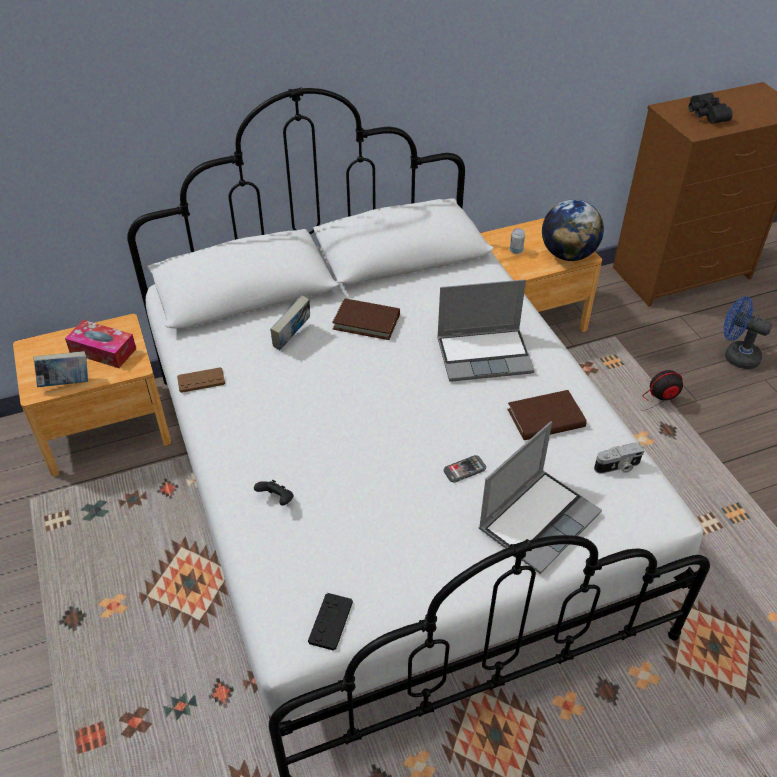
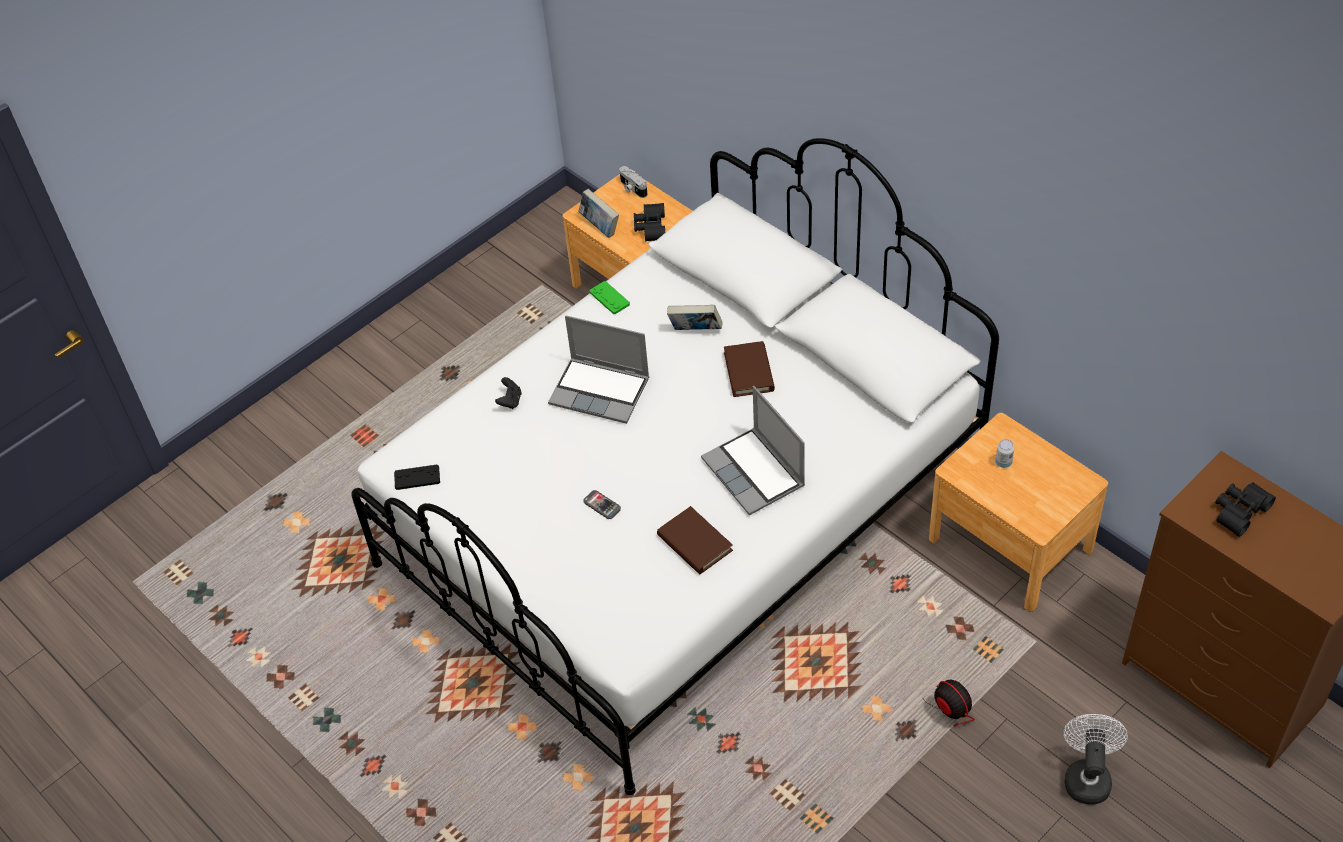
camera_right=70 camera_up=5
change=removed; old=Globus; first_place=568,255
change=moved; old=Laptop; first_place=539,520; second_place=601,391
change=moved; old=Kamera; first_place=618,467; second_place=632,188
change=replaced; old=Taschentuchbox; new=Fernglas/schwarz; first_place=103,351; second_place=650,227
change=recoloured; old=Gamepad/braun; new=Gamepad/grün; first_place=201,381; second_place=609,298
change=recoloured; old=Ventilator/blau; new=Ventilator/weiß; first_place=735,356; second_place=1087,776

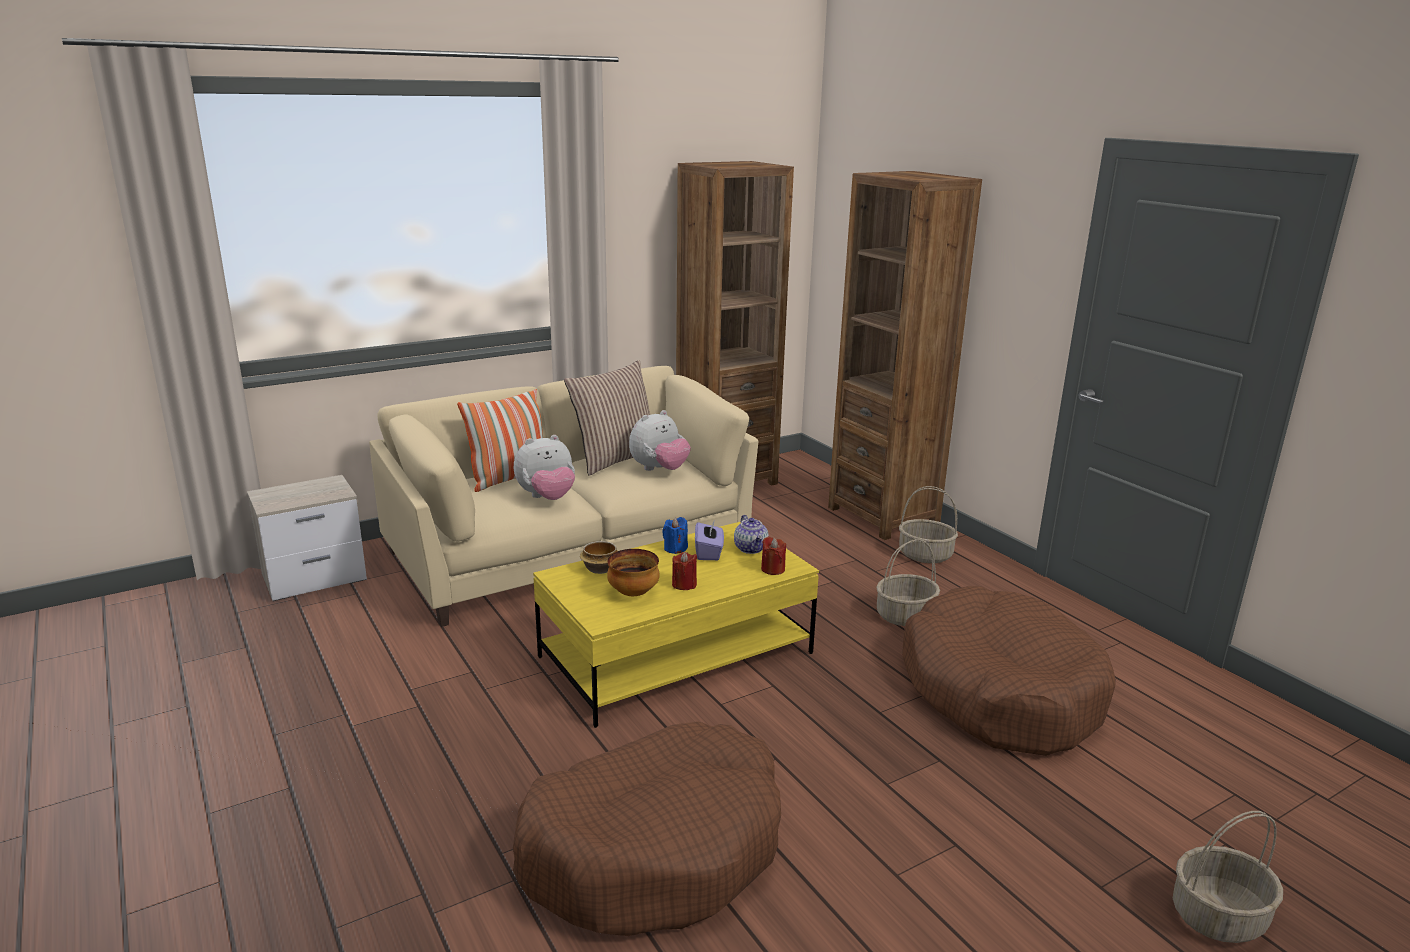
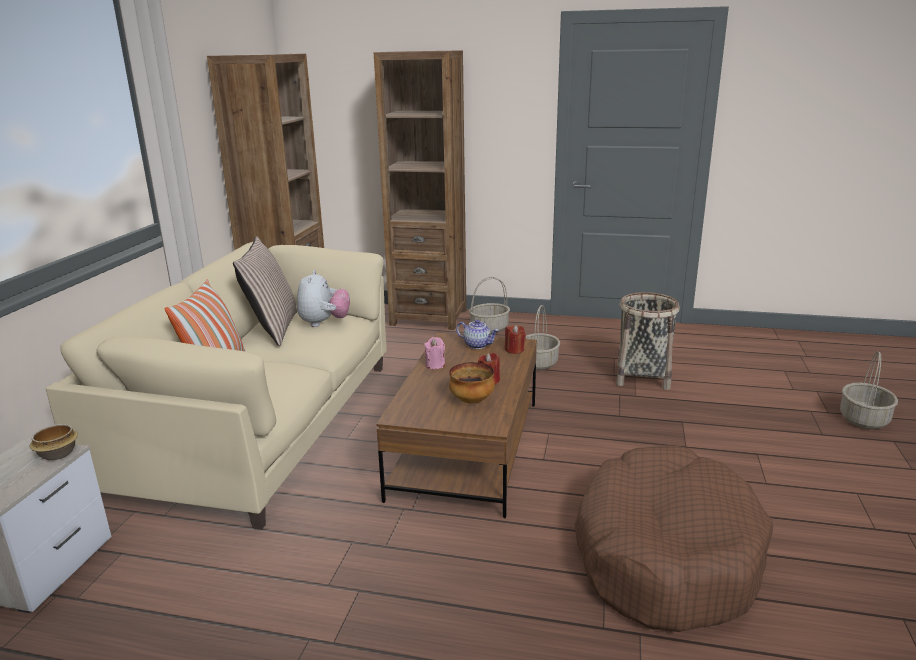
camera_right=-45 camera_up=0
change=removed; old=Plüschtier; first_place=547,498
change=removed; old=Taschentuchbox/lila; first_place=709,552
change=moved; old=Schüssel; first_place=599,569; second_place=57,454
change=replaced; old=Hundebett/braun; new=Korb; first_place=1000,691; second_place=643,376
change=recoloured; old=Couchtisch/gelb; new=Couchtisch/braun; first_place=676,655; second_place=466,448
change=recoloured; old=Kerze/blau; new=Kerze/rosa; first_place=675,548; second_place=435,365

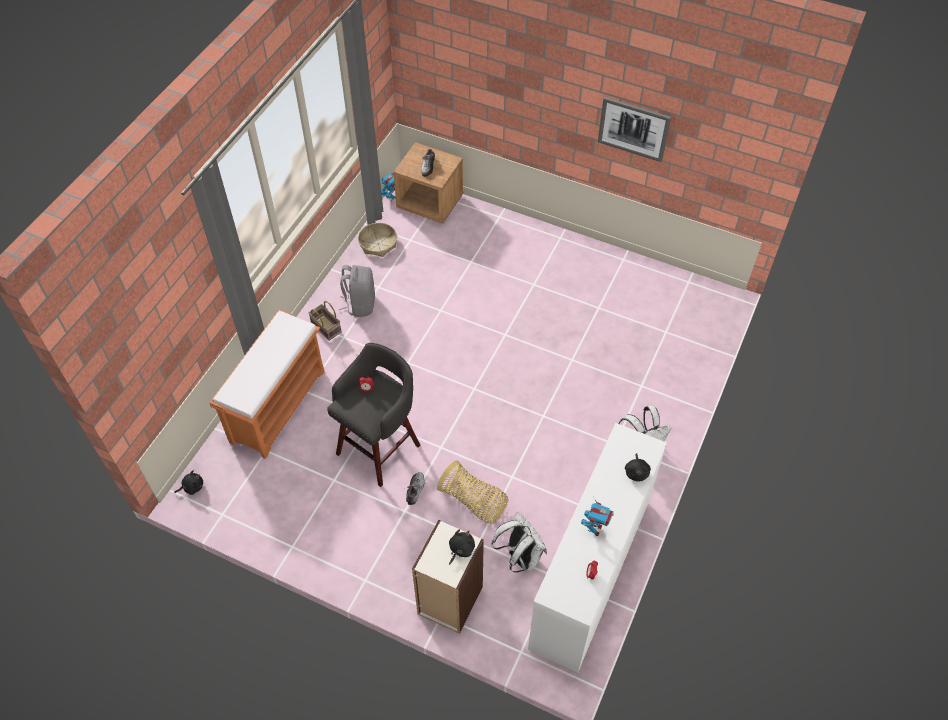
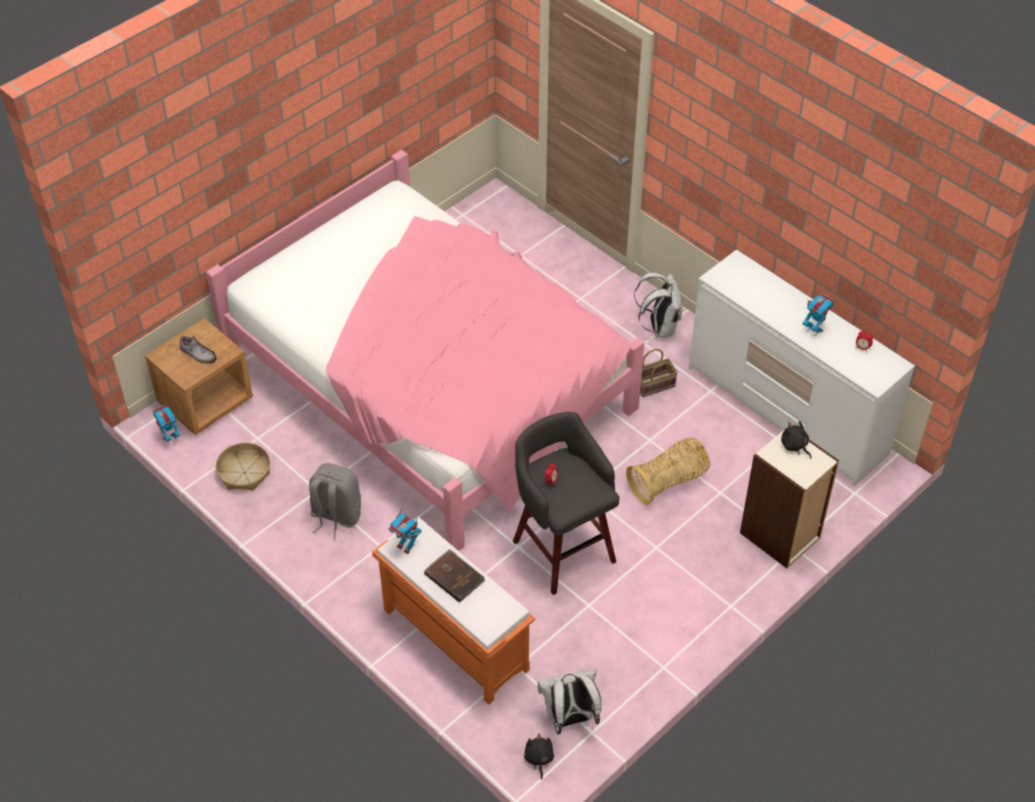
camera_right=-70 camera_up=-5
change=removed; old=Schuh; first_place=415,489
change=removed; old=Bild; first_place=633,128
change=removed; old=Plüschtier/schwarz; first_place=636,472
change=added; new=Bett/rosa; second_place=431,384
change=added; new=Spielzeugroboter; second_place=406,546
change=added; new=Buch/braun; second_place=454,576
change=moved; old=Korb; first_place=325,328; second_place=654,386
change=moved; old=Rucksack/weiß; first_place=520,556; second_place=570,718

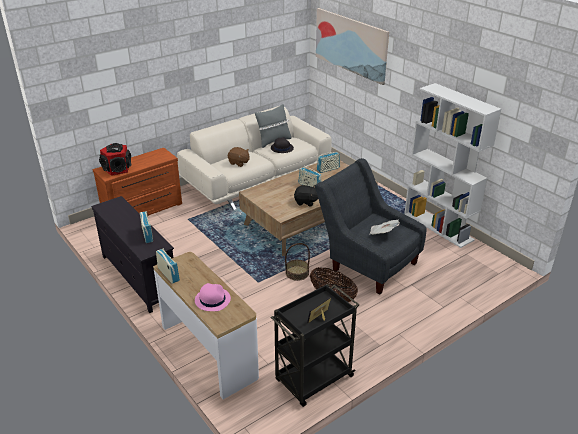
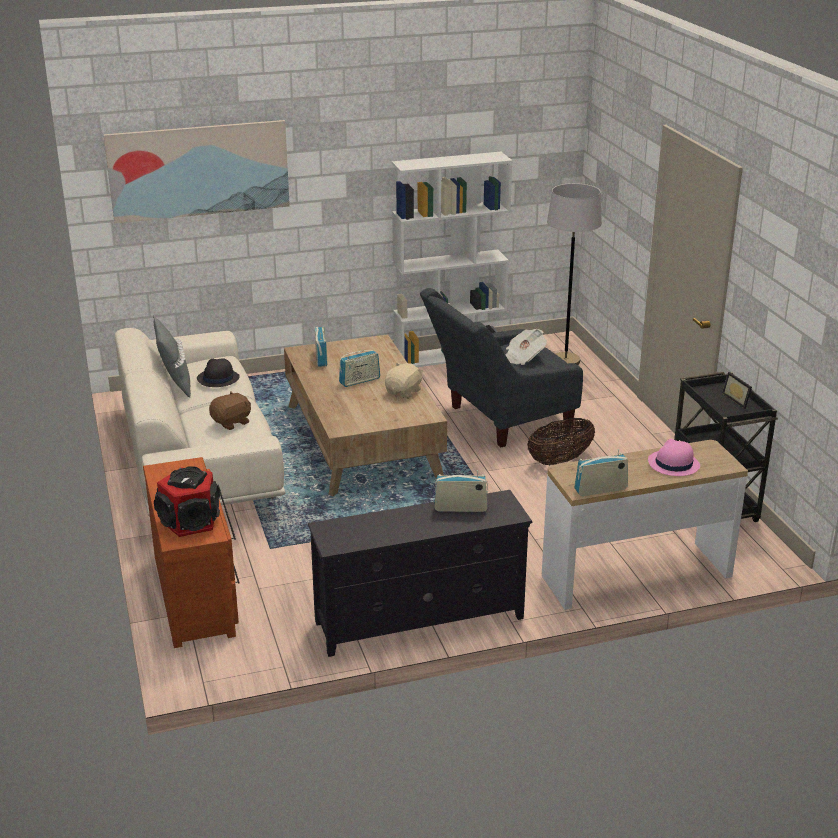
camera_right=-70 camera_up=-5
change=removed; old=Korb; first_place=297,273
change=added; new=Stehlampe/grau; second_place=565,361
change=recoloured; old=Plüschtier/schwarz; new=Plüschtier/beige; first_place=306,202; second_place=404,392

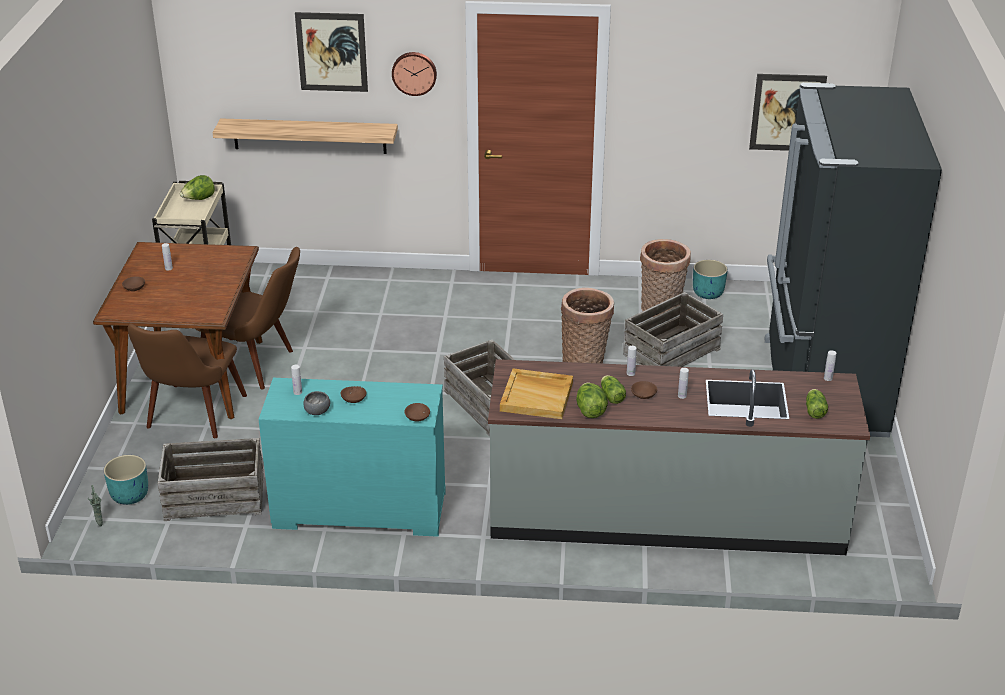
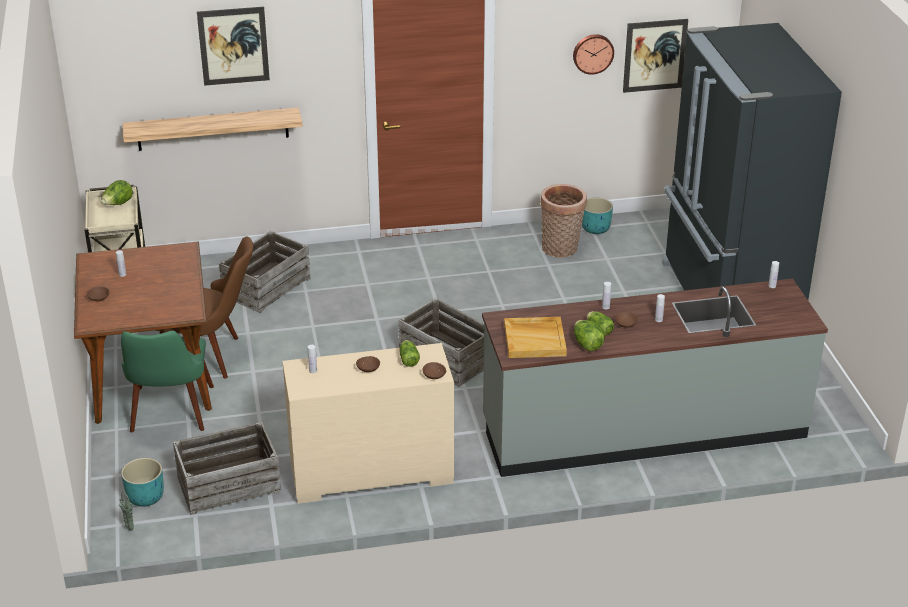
camera_right=-15 camera_up=0
change=removed; old=Schüssel/grau; first_place=318,411
change=removed; old=Korb; first_place=585,361
change=moved; old=Wanduhr; first_place=414,73; second_place=593,53
change=moved; old=Kiste; first_place=671,351; second_place=266,286
change=moved; old=Salatkopf; first_place=814,410; second_place=408,359
change=recoloured; old=Stuhl/braun; new=Stuhl/grün; first_place=191,419; second_place=170,416
change=recoloured; old=Kommode/türkis; new=Kommode/beige; first_place=359,511; second_place=371,474

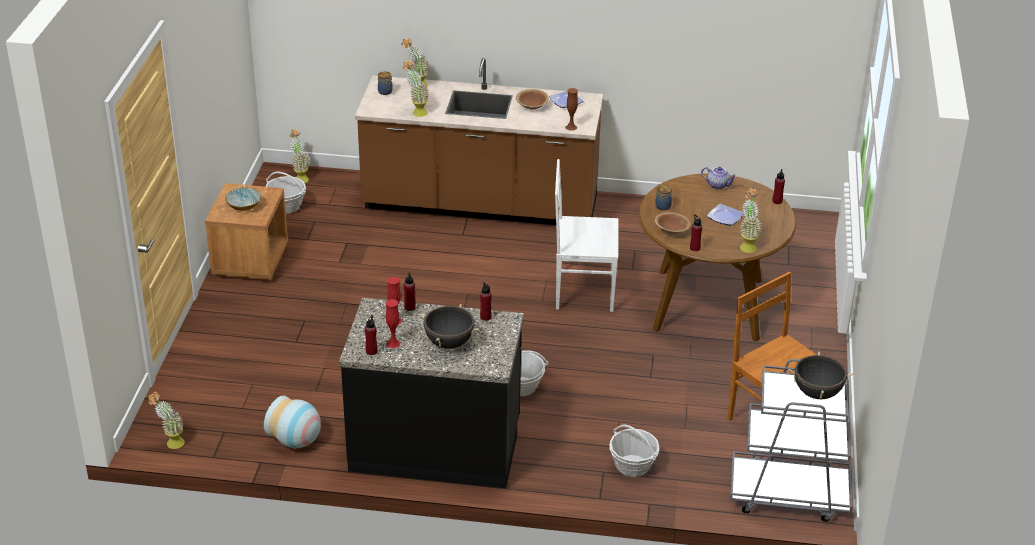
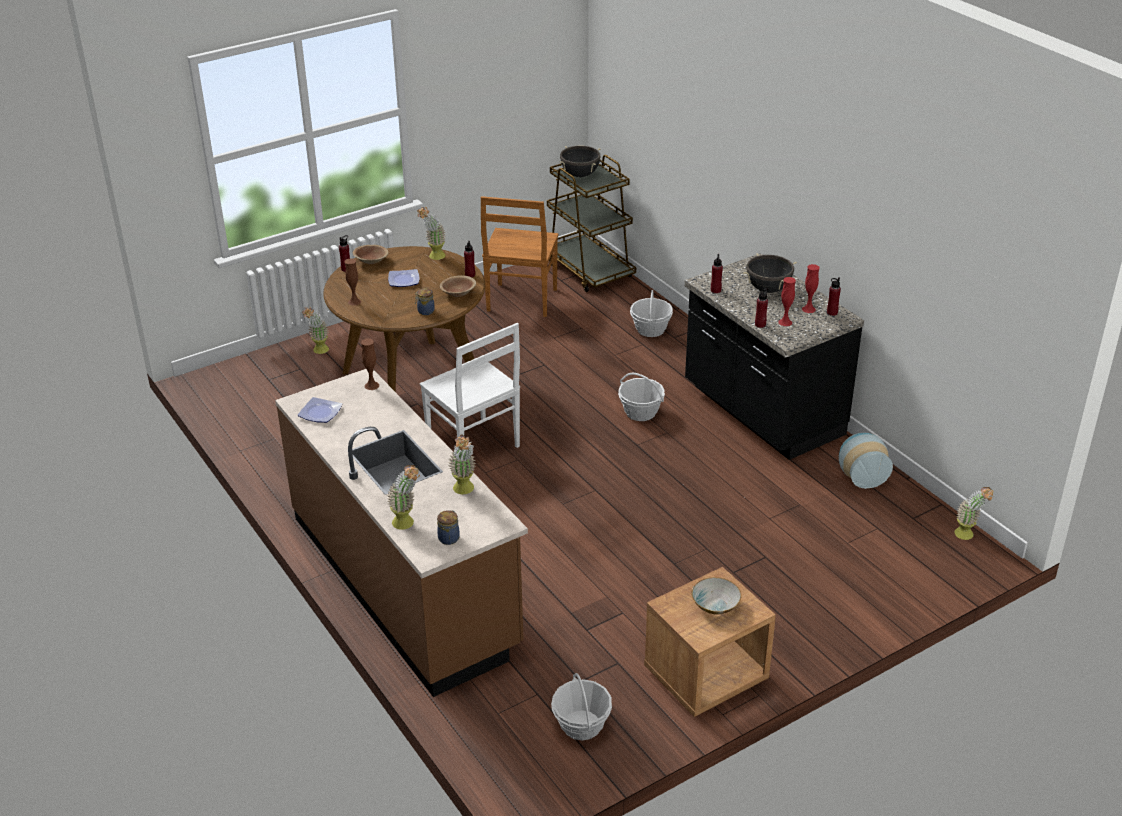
camera_right=-130 camera_up=0
change=moved; old=Topfpflanze; first_place=300,178; second_place=319,352
change=moved; old=Schüssel/braun; first_place=532,106; second_place=371,261
change=replaced; old=Teekanne; new=Vase/braun; first_place=718,185; second_place=354,302
change=recoloured; old=Rollwagen/grau; new=Rollwagen/braun; first_place=788,494; second_place=589,270

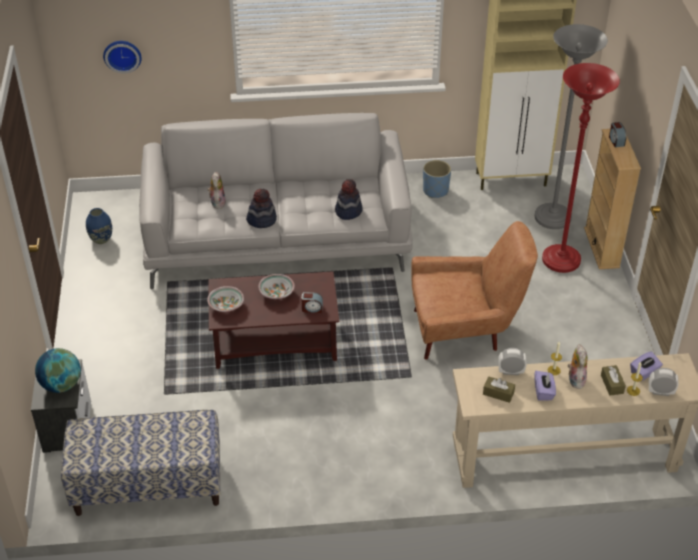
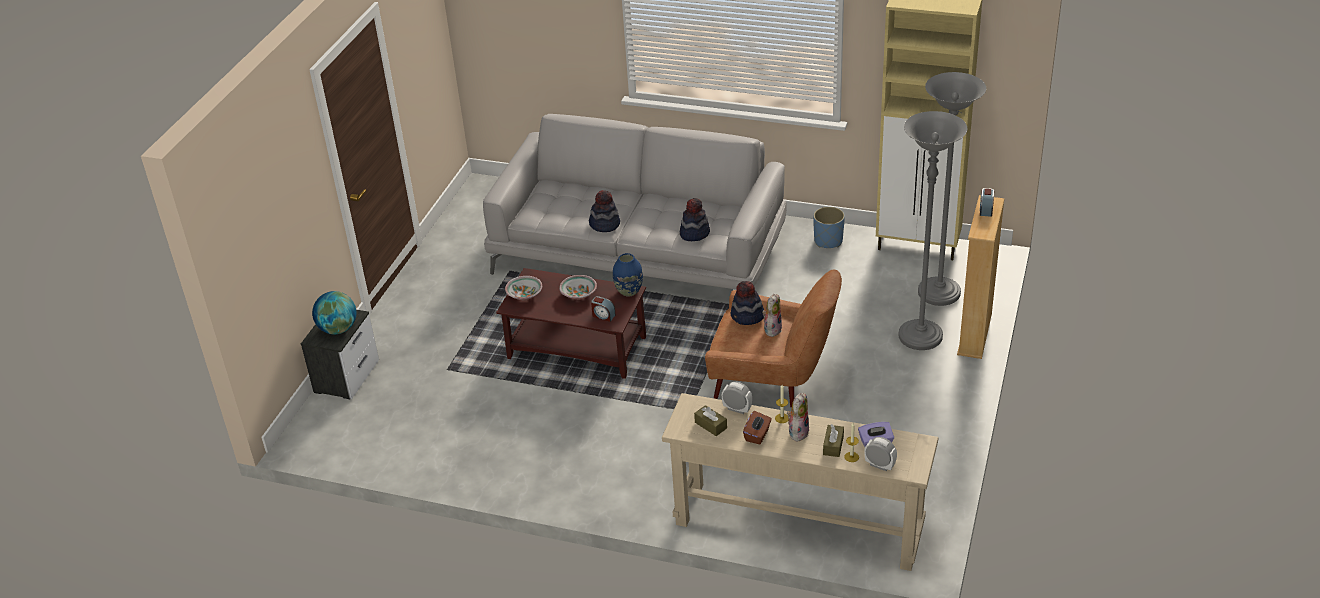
camera_right=25 camera_up=-5
change=removed; old=Bank; first_place=148,486
change=removed; old=Wanduhr; first_place=122,55
change=added; new=Hut; second_place=747,316
change=moved; old=Vase/blau; first_place=101,239; second_place=628,291
change=moved; old=Plüschtier; first_place=217,202; second_place=772,329
change=recoloured; old=Taschentuchbox/lila; new=Taschentuchbox/braun; first_place=543,392; second_place=757,435
change=recoloured; old=Stehlampe/rot; new=Stehlampe/grau; first_place=561,260; second_place=920,337

